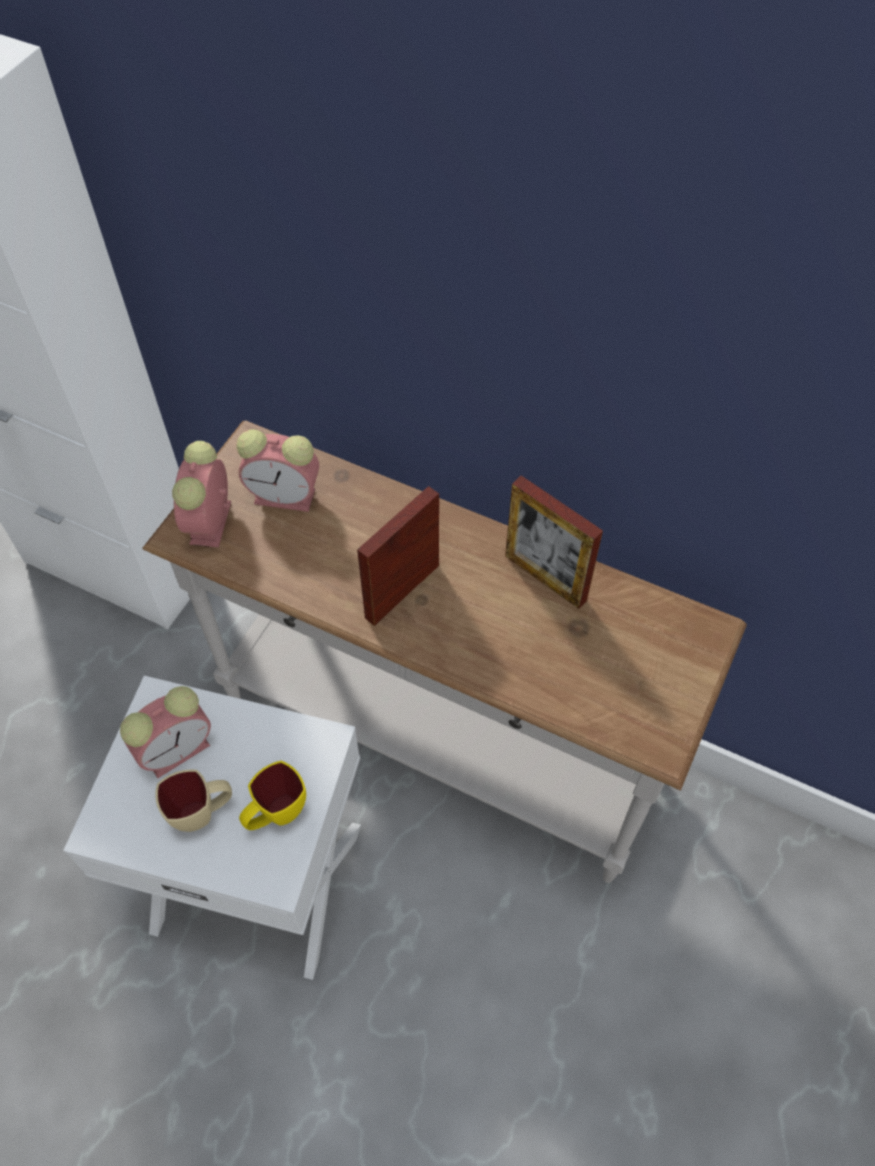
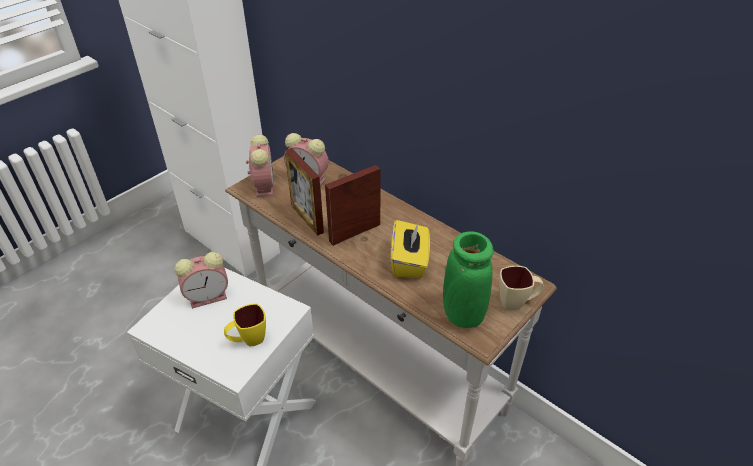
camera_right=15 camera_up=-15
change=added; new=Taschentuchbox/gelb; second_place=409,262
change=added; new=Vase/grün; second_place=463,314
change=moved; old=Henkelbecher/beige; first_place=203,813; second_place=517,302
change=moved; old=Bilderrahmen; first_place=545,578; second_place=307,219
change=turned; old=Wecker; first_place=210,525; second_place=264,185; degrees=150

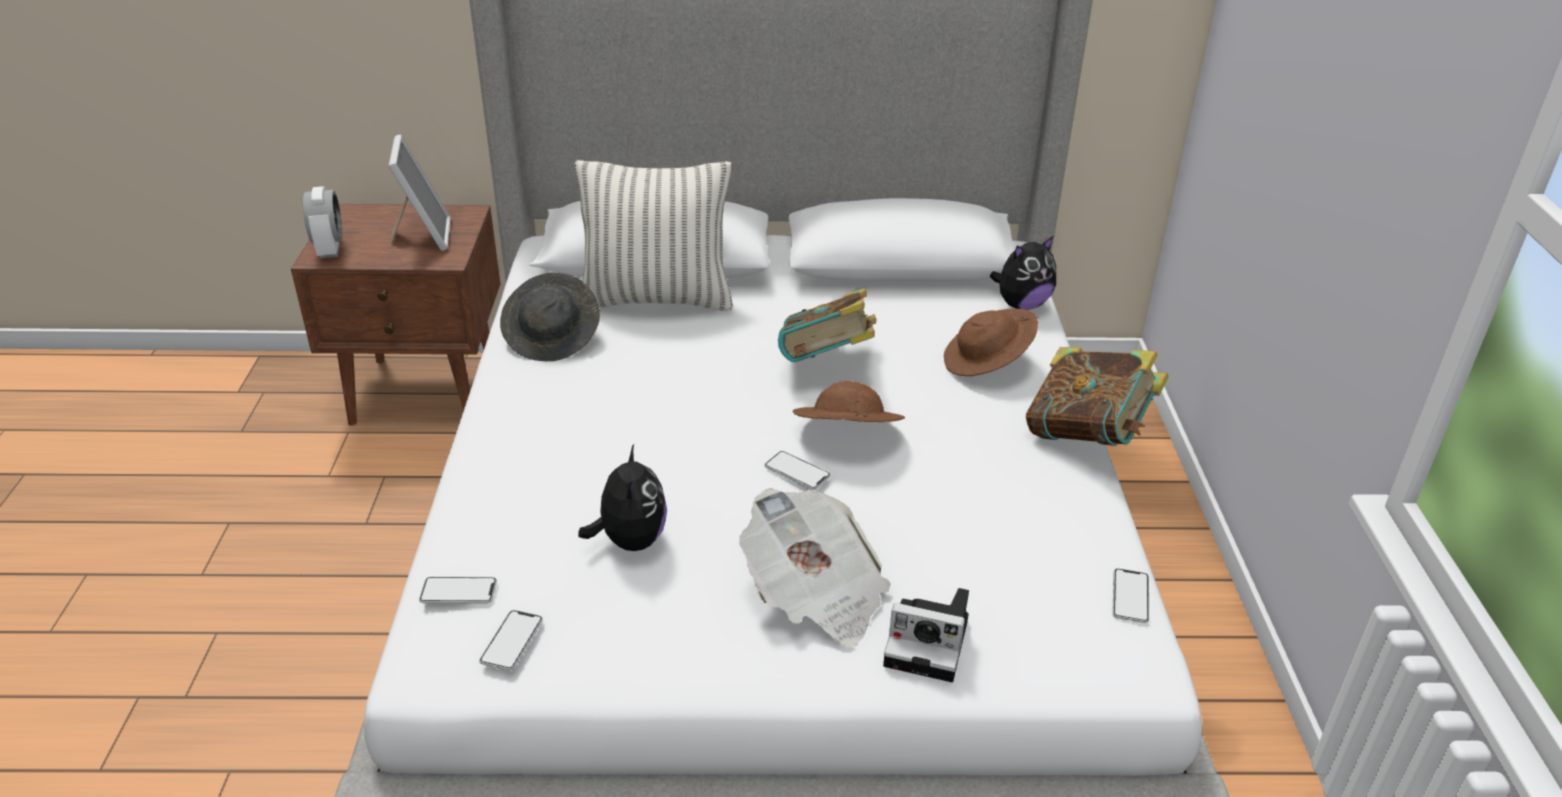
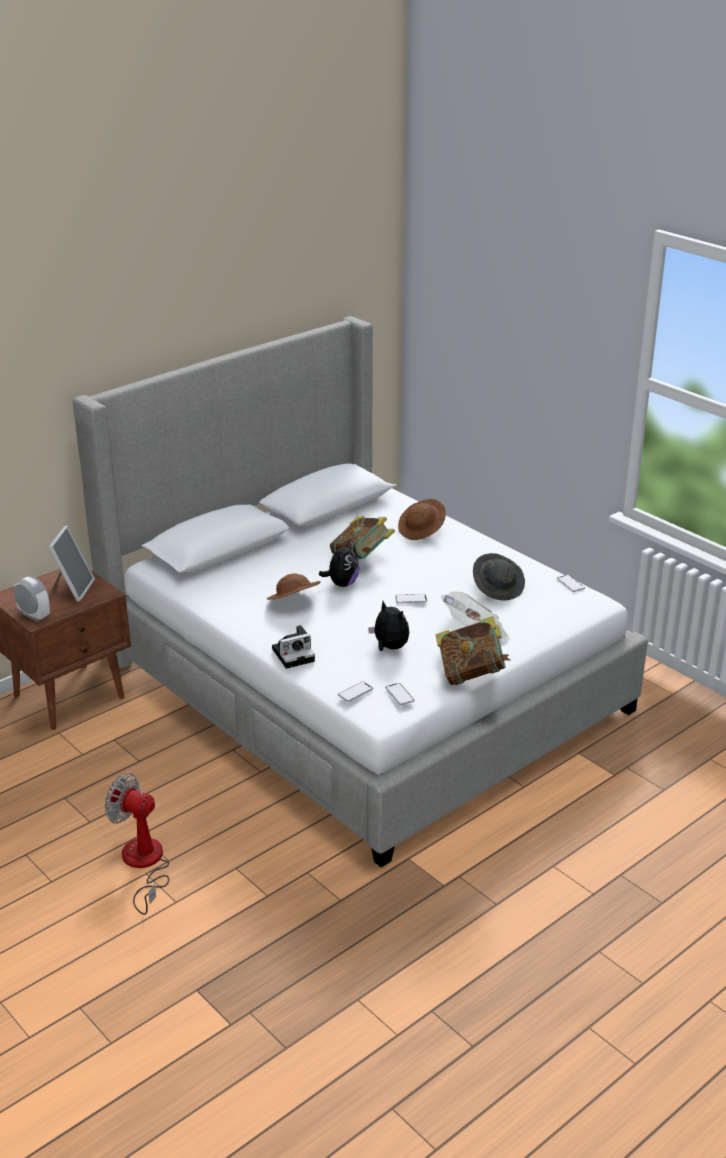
camera_right=-40 camera_up=-5
change=removed; old=Kissen; first_place=657,299
change=added; new=Ventilator; second_place=143,865
change=moved; old=Hut/grau; first_place=553,337; second_place=498,588
change=moved; old=Hut/braun; first_place=846,436; second_place=293,602
change=moved; old=Kamera; first_place=930,643; second_place=294,654
change=moved; old=Plüschtier; first_place=1021,305; second_place=342,584
change=moved; old=Buch; first_place=1088,435; second_place=471,674
change=turned; old=Bilderrahmen; first_place=423,236; second_place=72,589; degrees=60

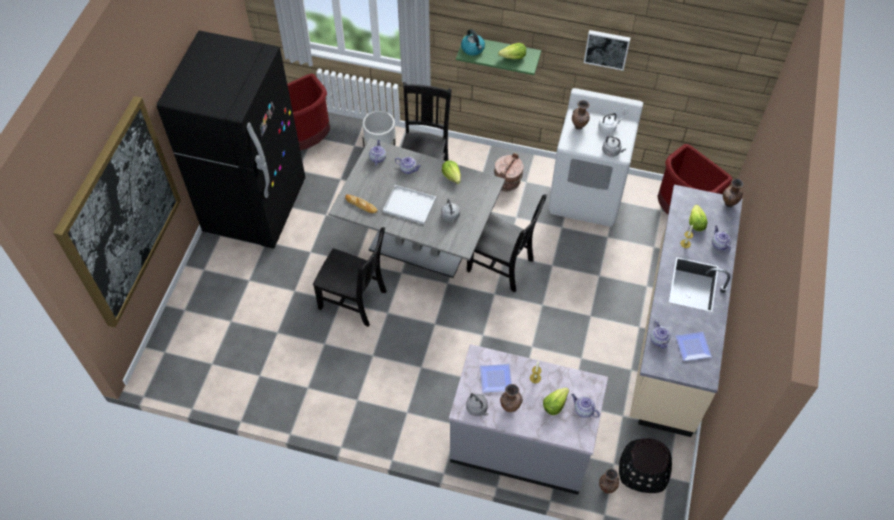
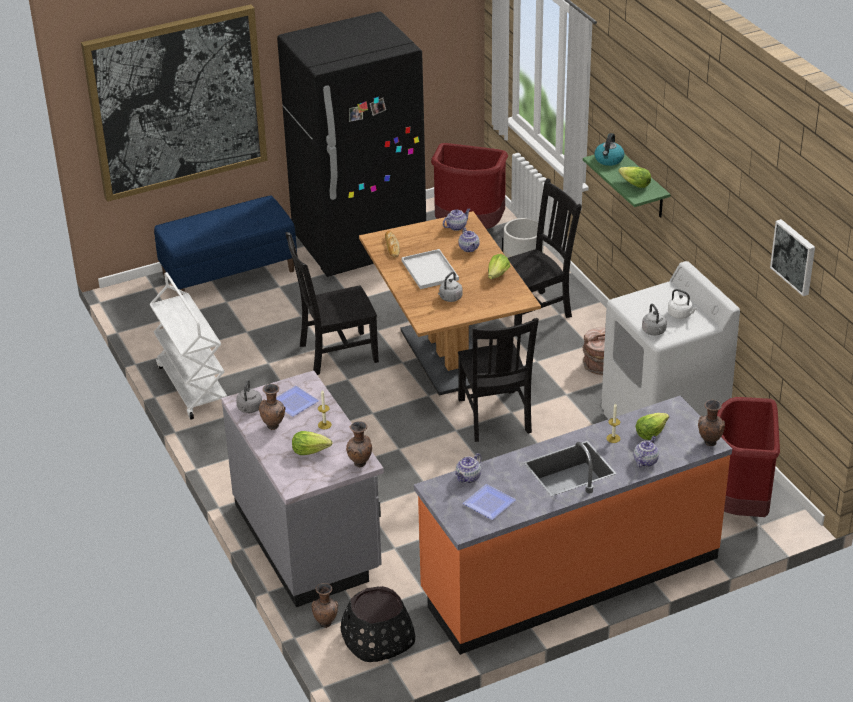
camera_right=50 camera_up=-20
change=removed; old=Teekanne; first_place=583,410
change=added; new=Rollwagen/weiß; second_place=192,386
change=added; new=Bank/blau; second_place=229,273
change=moved; old=Vase/braun; first_place=579,127; second_place=360,464
change=moved; old=Bild; first_place=607,48; second_place=794,256
change=recoloured; old=Esstisch/grau; new=Esstisch/braun; first_place=419,245; second_place=448,355
change=recoloured; old=Küchenzeile/beige; new=Küchenzeile/orange; first_place=672,335; second_place=569,576
change=turned; old=Stuhl/schwarz; first_place=355,300; second_place=335,353; degrees=90

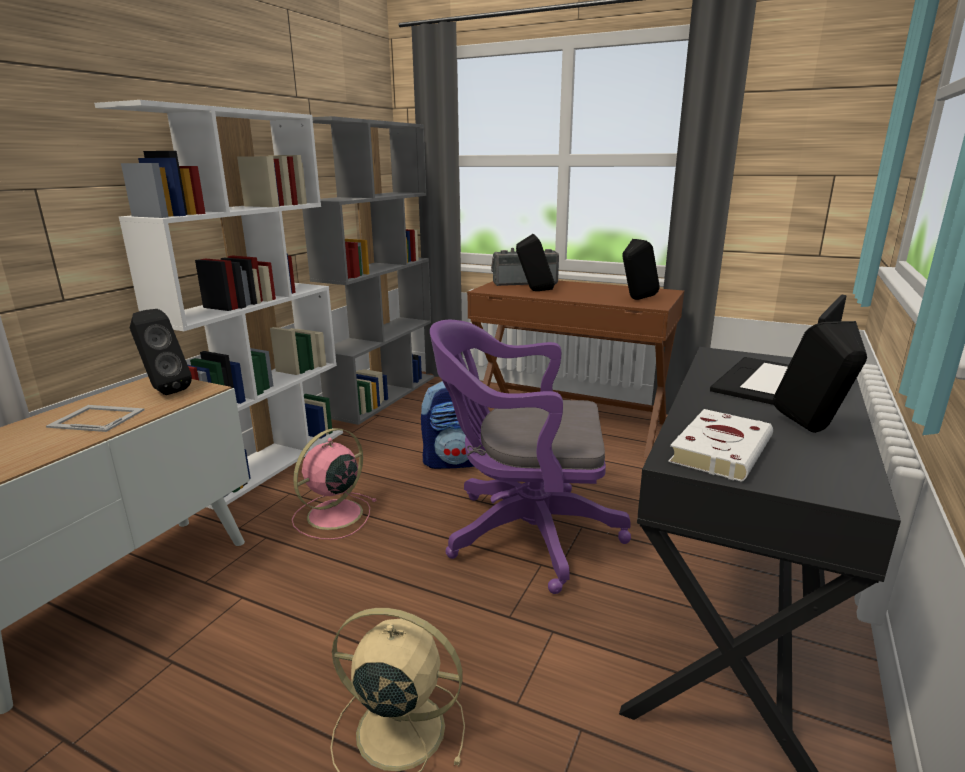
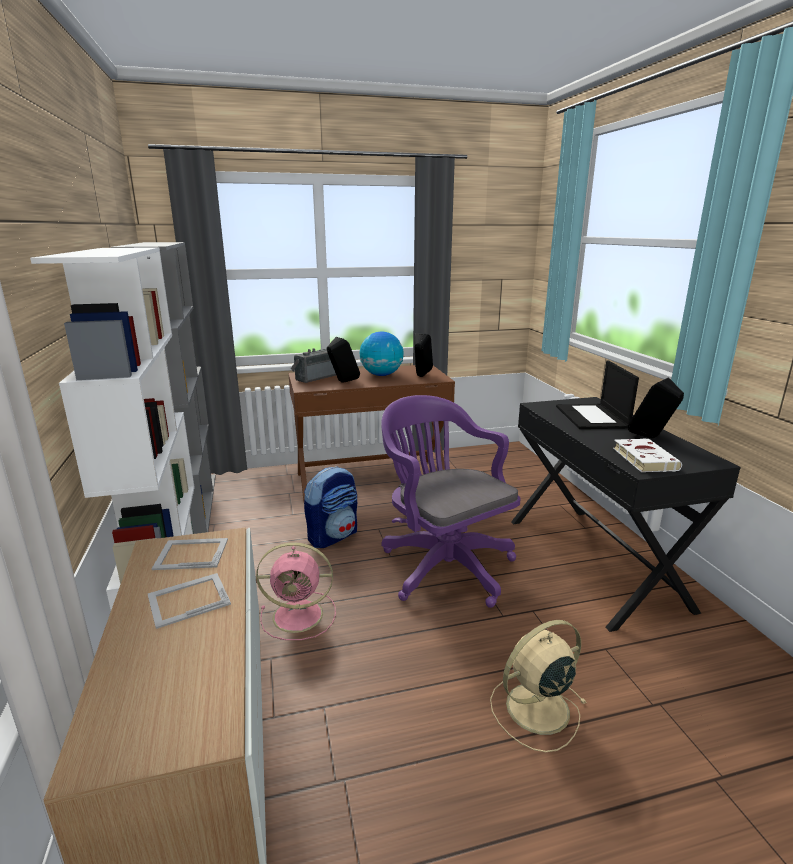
camera_right=-40 camera_up=0
change=added; new=Globus; second_place=381,375
change=replaced; old=Lautsprecher/schwarz; new=Bilderrahmen; first_place=163,391; second_place=190,553
change=turned; old=Ventilator/rosa; first_place=333,515; second_place=300,615; degrees=-90
change=turned; old=Bürostuhl/lila; first_place=523,532; second_place=443,564; degrees=90

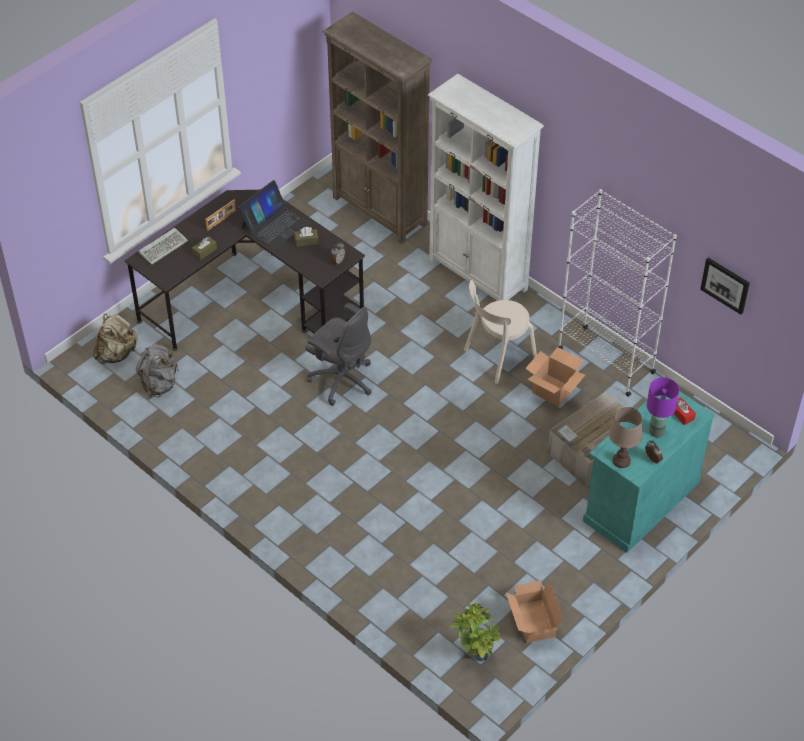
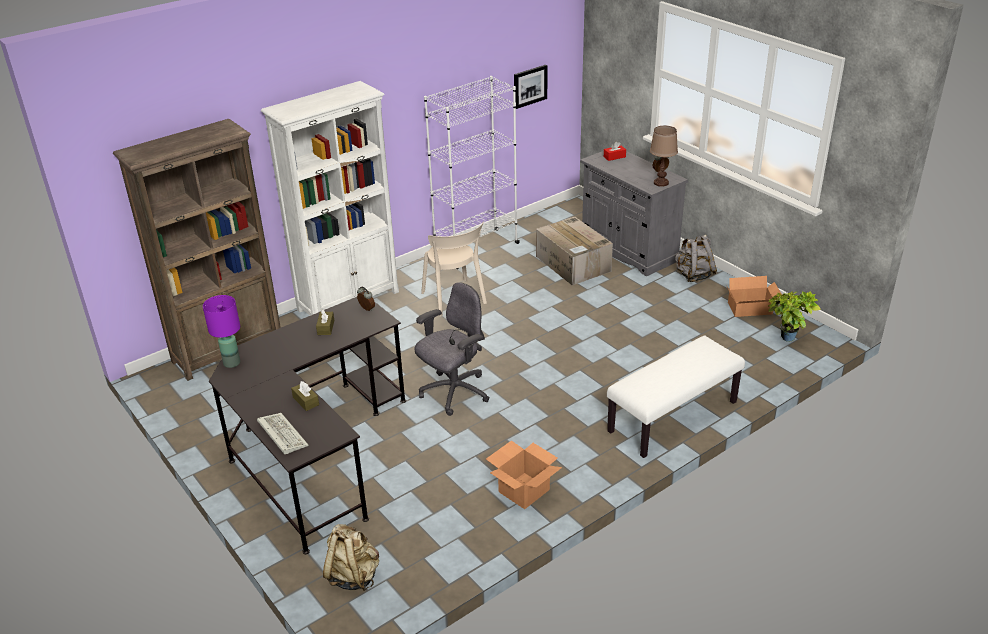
camera_right=-80 camera_up=-15
change=removed; old=Bilderrahmen; first_place=221,220
change=removed; old=Laptop; first_place=275,225
change=added; new=Bank/weiß; second_place=673,417
change=moved; old=Rucksack/grau; first_place=160,384; second_place=693,275
change=moved; old=Karton; first_place=552,390; second_place=524,491
change=moved; old=Tischlampe/lila; first_place=656,431; second_place=231,363
change=recoloured; old=Schrank/türkis; new=Schrank/grau; first_place=641,501; second_place=628,249

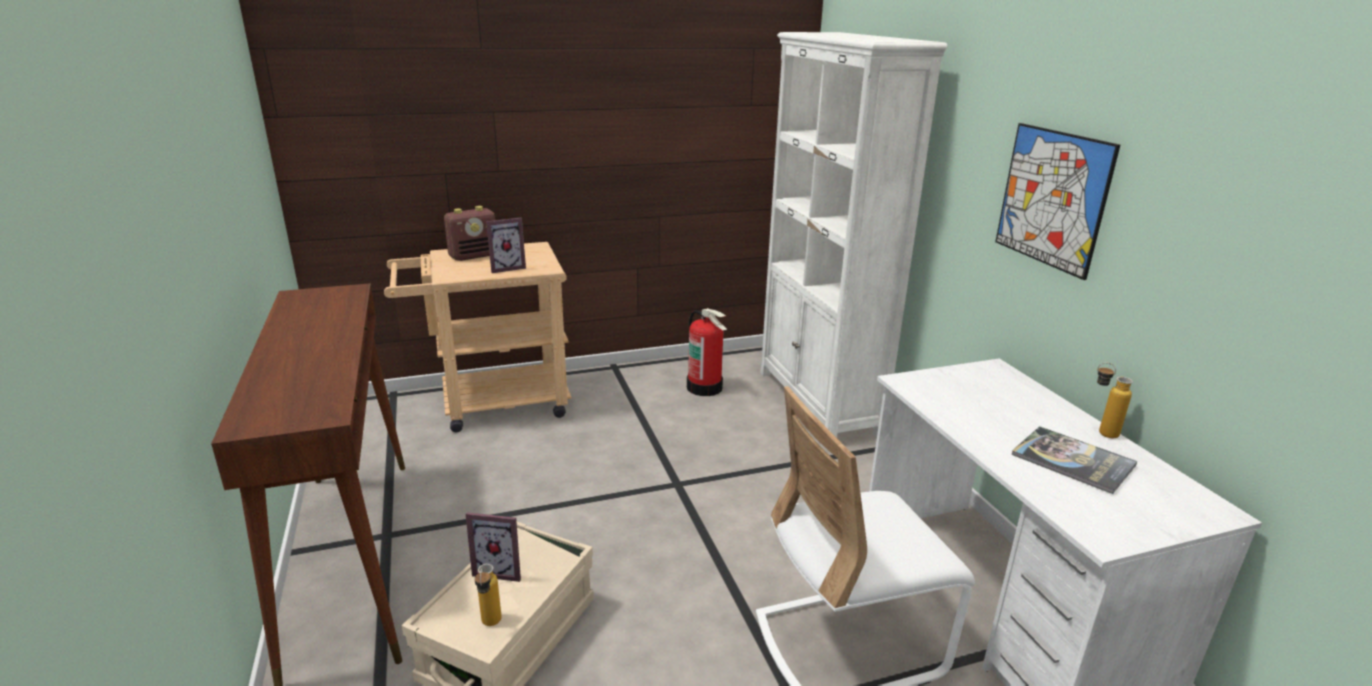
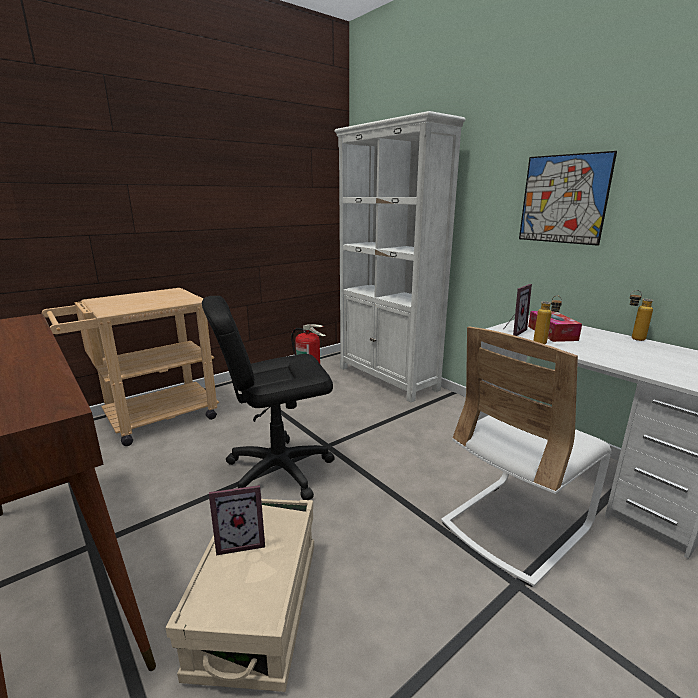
camera_right=-20 camera_up=-5
change=removed; old=Radio; first_place=474,256
change=removed; old=Buch; first_place=1072,460
change=added; new=Bürostuhl/schwarz; second_place=278,470
change=added; new=Taschentuchbox; second_place=552,333
change=moved; old=Flasche; first_place=490,626; second_place=544,344
change=moved; old=Bilderrahmen; first_place=506,268; second_place=512,331

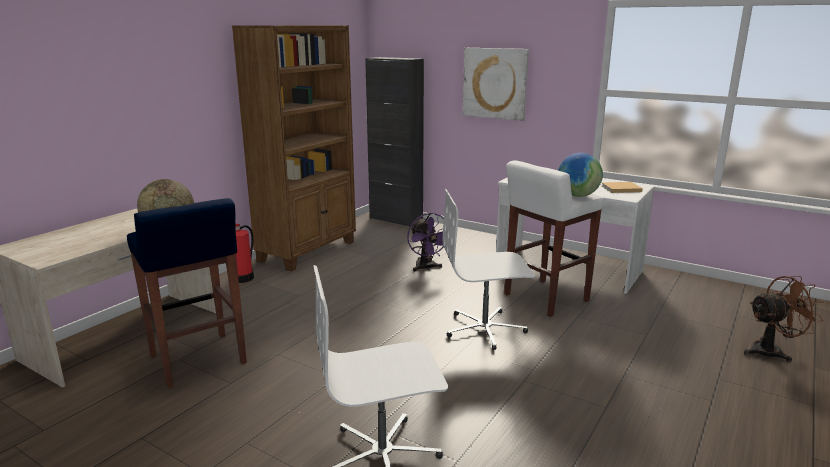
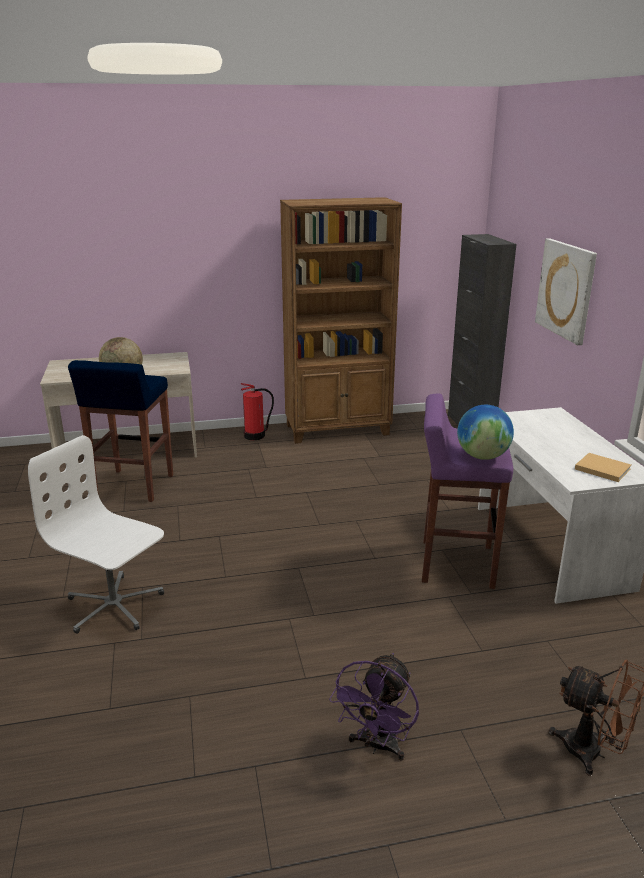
camera_right=45 camera_up=5
change=removed; old=Bürostuhl/weiß; first_place=485,329
change=moved; old=Ventilator/lila; first_place=426,268; second_place=377,745
change=recoloured; old=Hocker/weiß; new=Hocker/lila; first_place=545,298; second_place=455,564

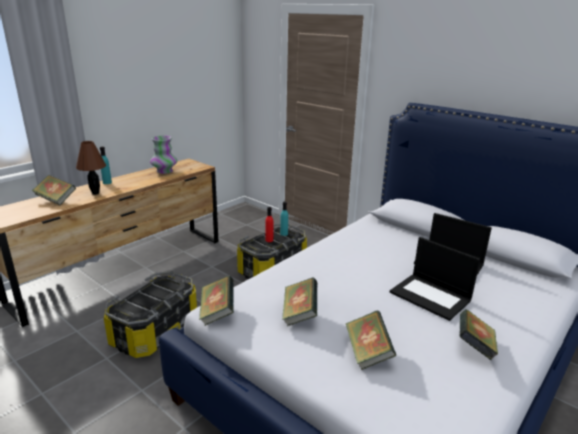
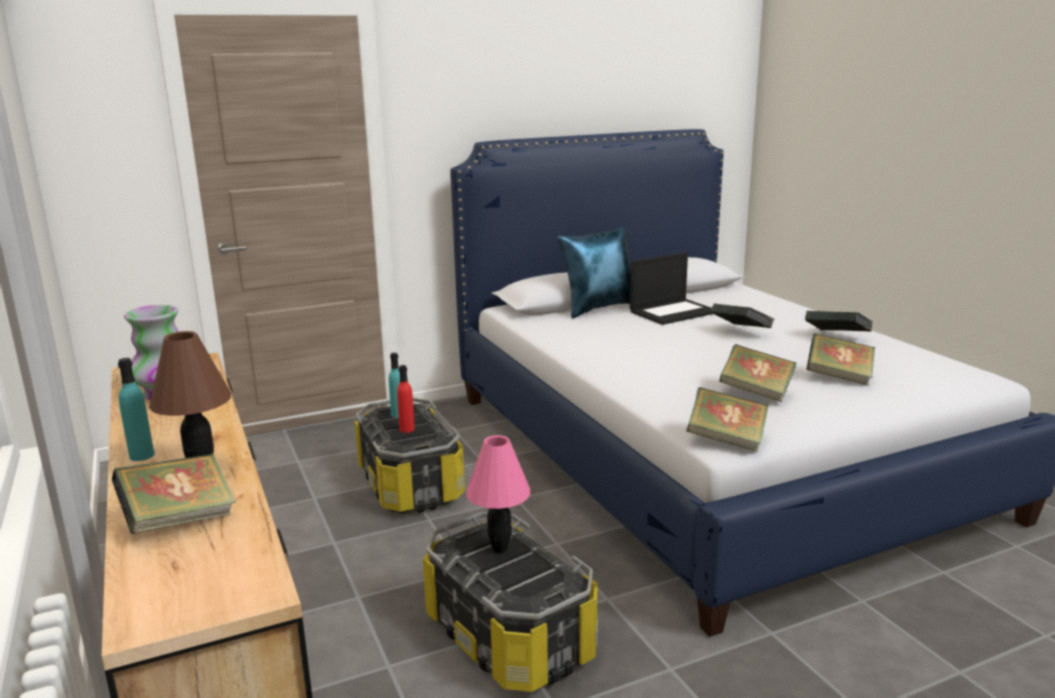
camera_right=-65 camera_up=-5
change=added; new=Tischlampe/rosa; second_place=499,549
change=added; new=Kissen/blau; second_place=599,308
change=replaced; old=Laptop; new=Buch; first_place=431,296; second_place=741,332

